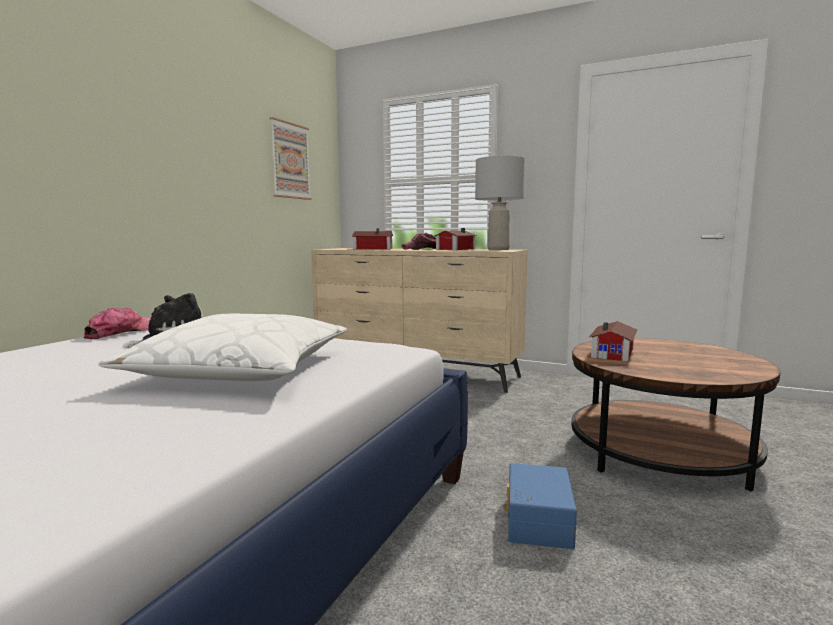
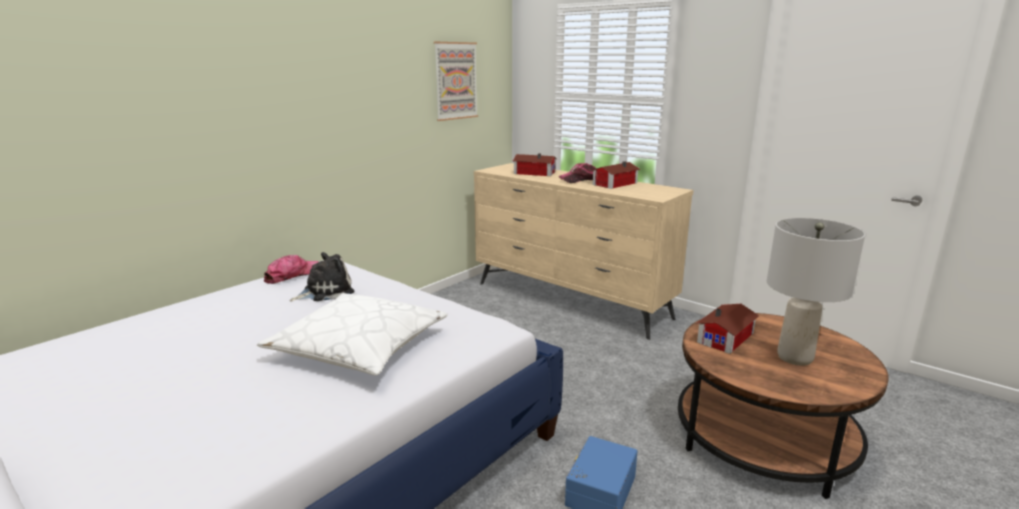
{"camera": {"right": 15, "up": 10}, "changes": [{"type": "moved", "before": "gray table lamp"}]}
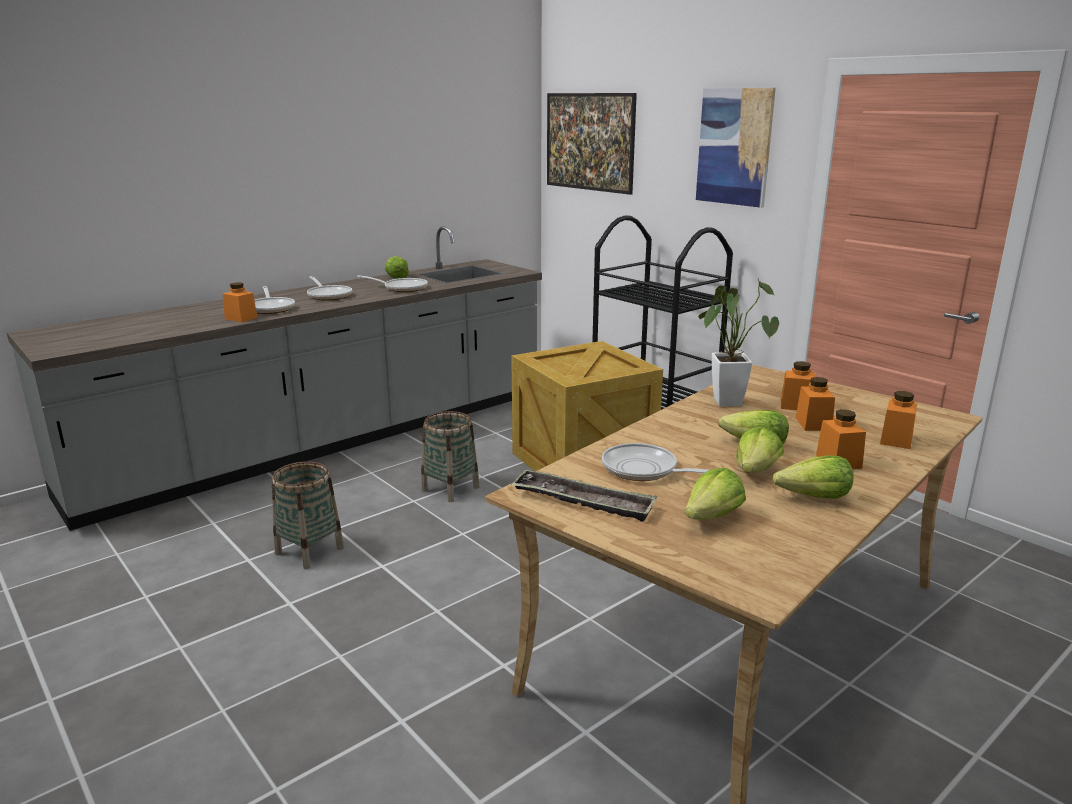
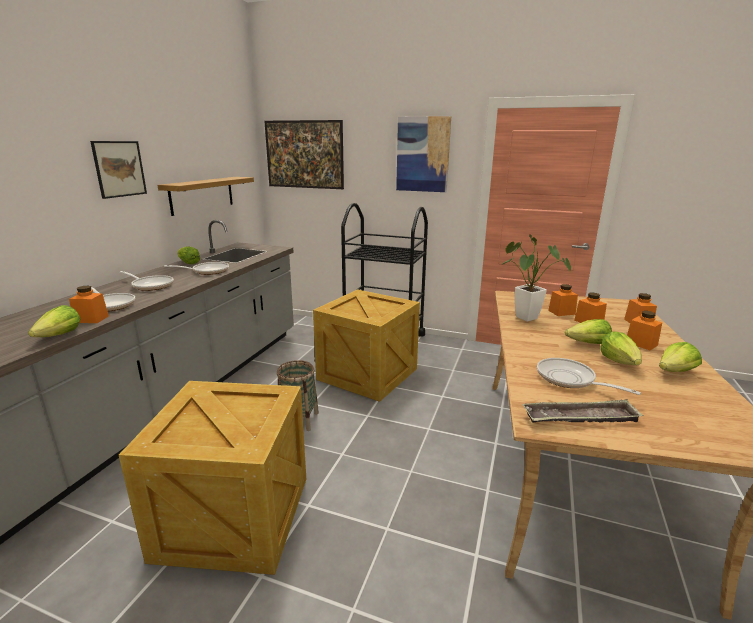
{"camera": {"right": -30, "up": 0}, "changes": [{"type": "replaced", "before": "storage basket (1st from left)", "after": "packing crate (1st from left)"}, {"type": "turned", "before": "skillet (4th from left)", "turn": 45}, {"type": "moved", "before": "head of lettuce (2nd from left in the first image)", "after": "head of lettuce (1st from left)"}, {"type": "added", "after": "wall art (1st from left)"}, {"type": "added", "after": "bracket shelf"}]}
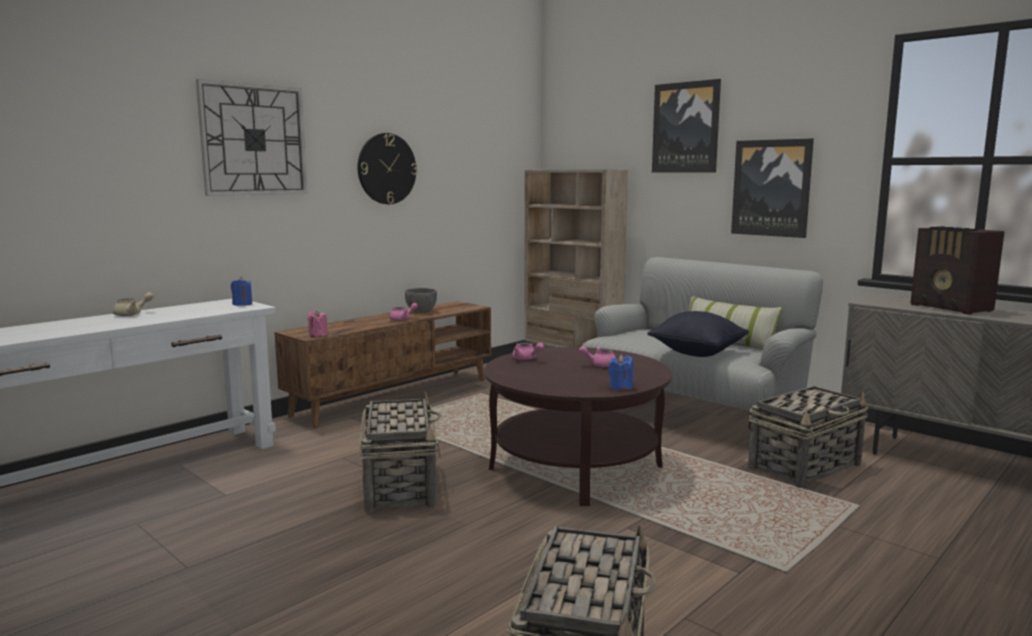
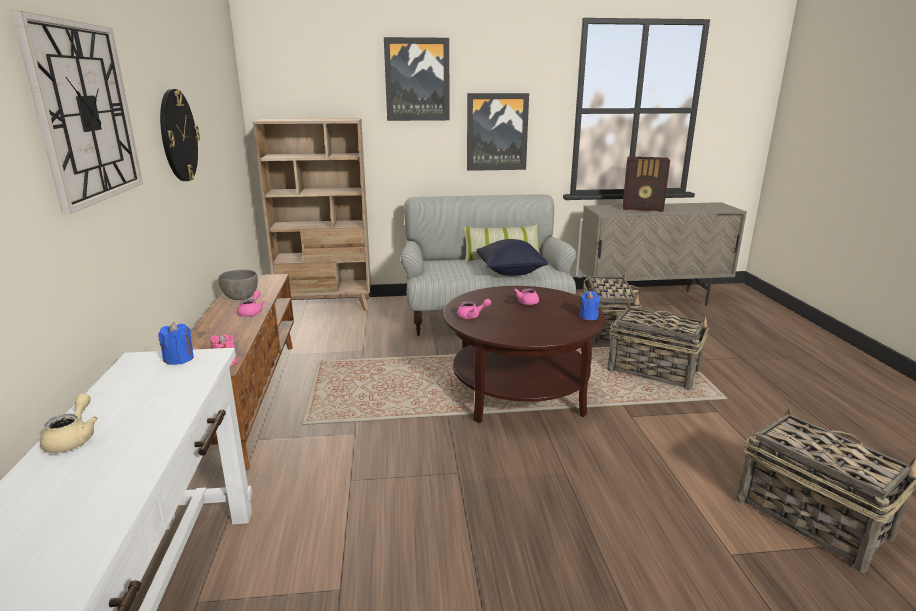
{"camera": {"right": -50, "up": 10}, "changes": [{"type": "moved", "before": "storage basket (1st from left in the first image)", "after": "storage basket (2nd from left)"}]}
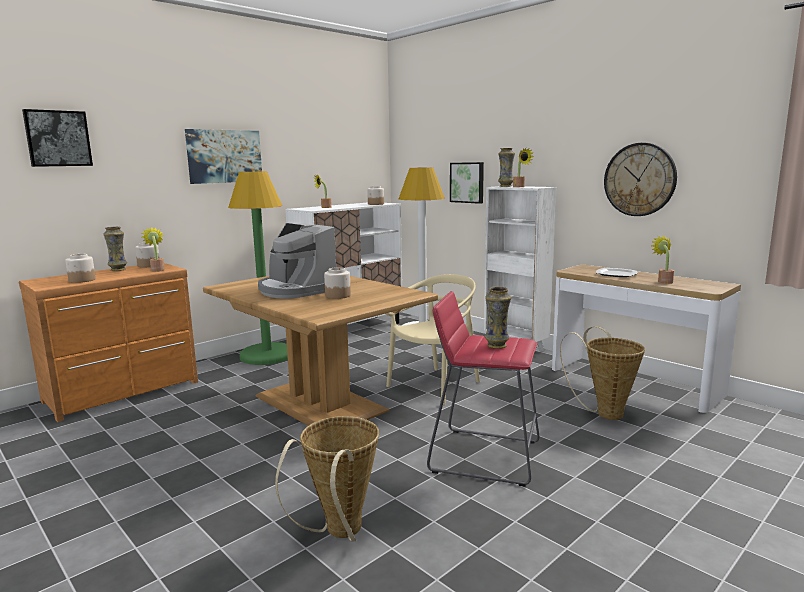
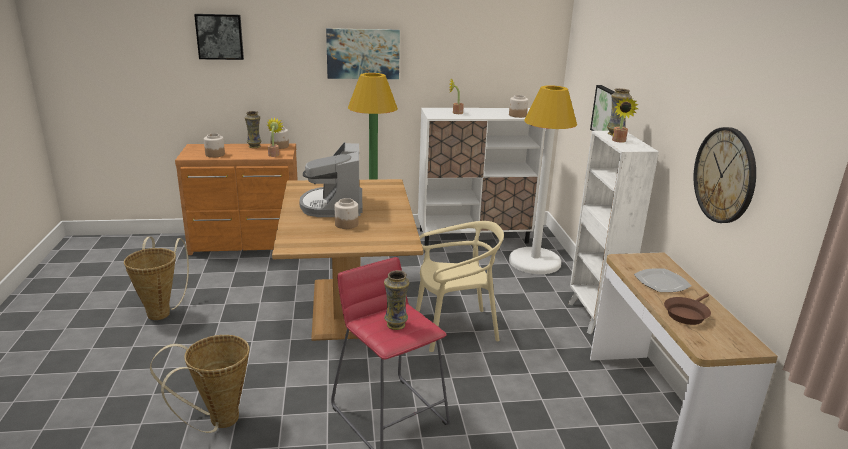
{"camera": {"right": 35, "up": 10}, "changes": [{"type": "moved", "before": "storage basket (2nd from left in the first image)", "after": "storage basket (1st from left)"}, {"type": "replaced", "before": "potted plant (4th from left)", "after": "brown skillet"}]}
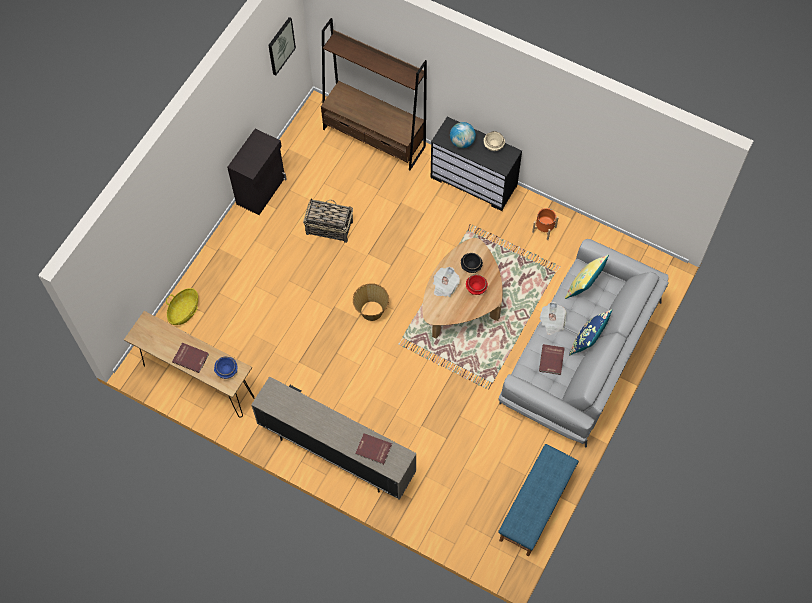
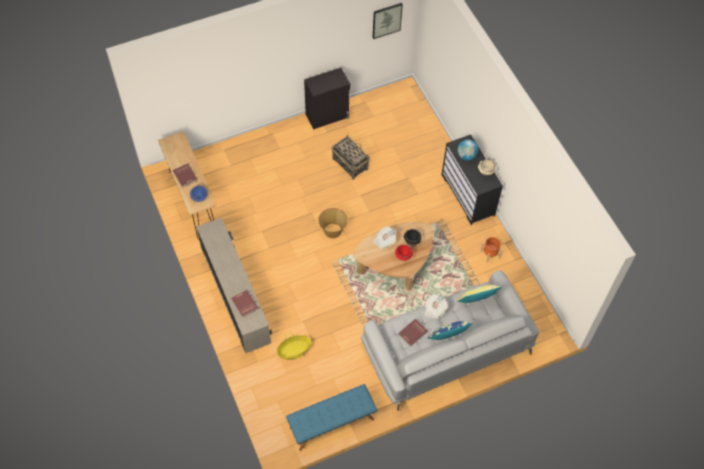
{"camera": {"right": 35, "up": -5}, "changes": [{"type": "moved", "before": "storage basket (1st from left)"}, {"type": "removed", "before": "brown shelving unit"}]}
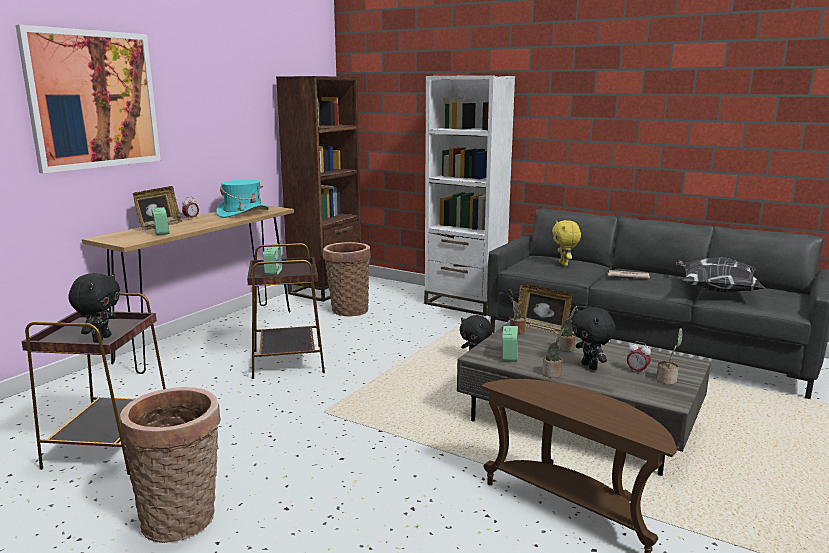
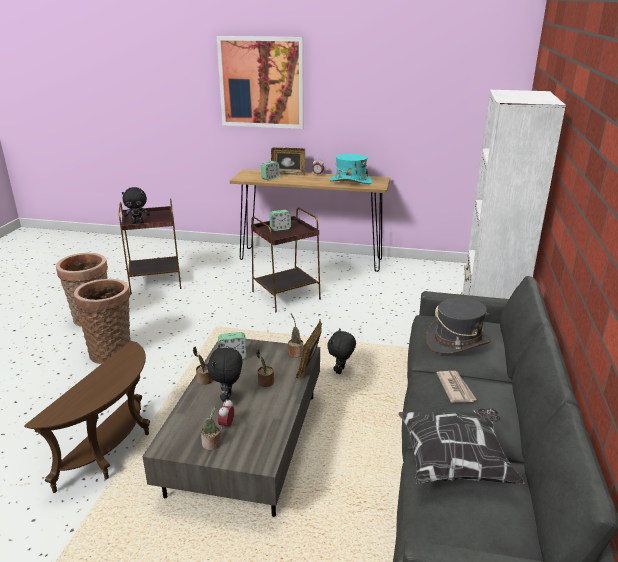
{"camera": {"right": 70, "up": 10}, "changes": [{"type": "removed", "before": "brown shelving unit"}, {"type": "moved", "before": "storage basket (2nd from left)"}, {"type": "replaced", "before": "yellowish cuddly toy", "after": "gray clothing hat"}, {"type": "turned", "before": "black cuddly toy (3rd from left in the first image)", "turn": -45}]}
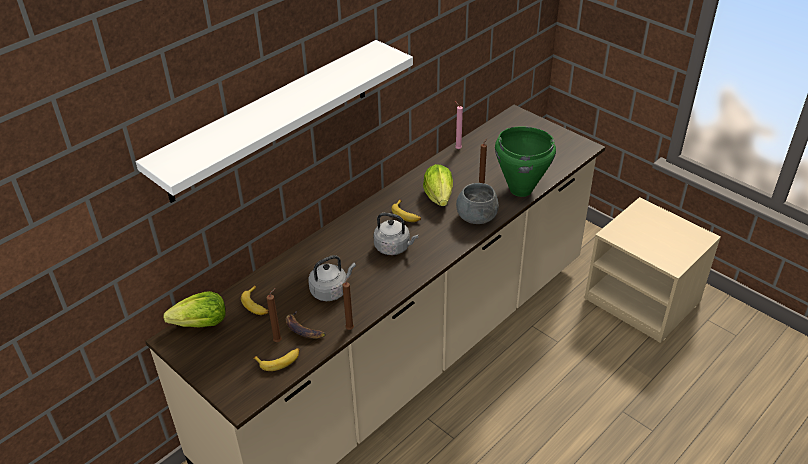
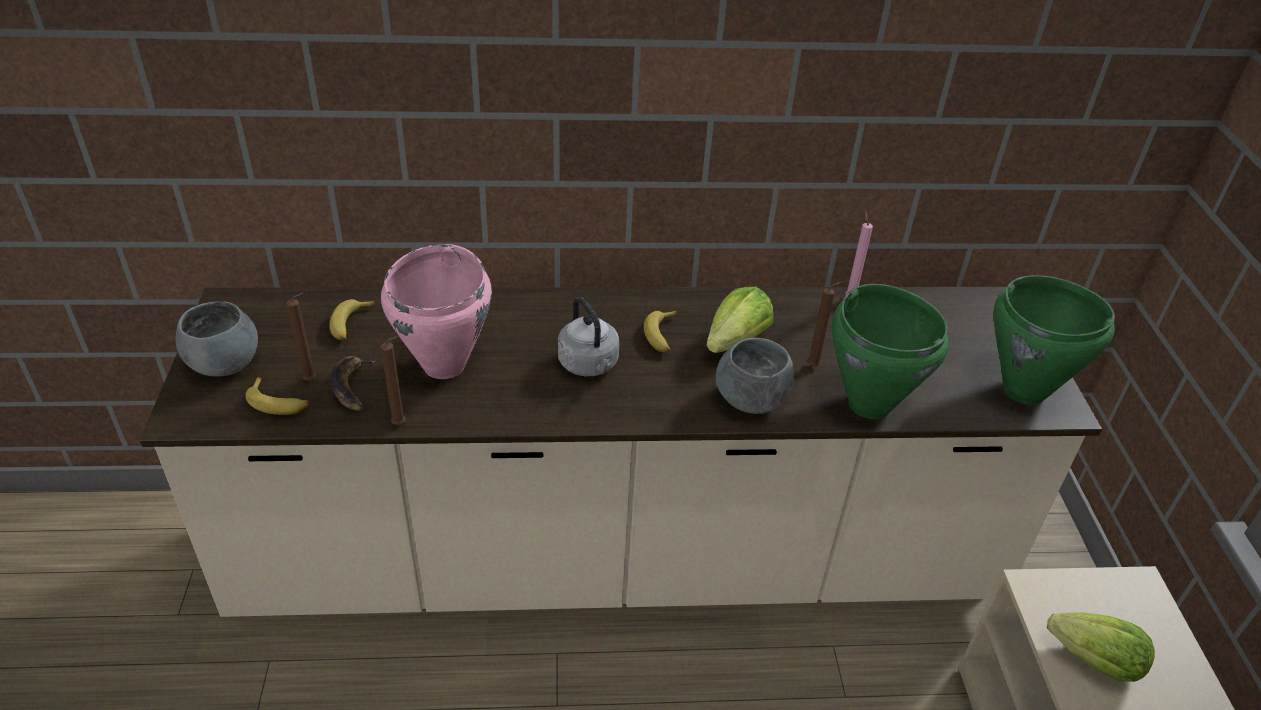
{"camera": {"right": 40, "up": 0}, "changes": [{"type": "removed", "before": "whitish bracket shelf"}, {"type": "moved", "before": "head of lettuce (1st from left in the first image)", "after": "head of lettuce (2nd from left)"}, {"type": "replaced", "before": "gray water kettle (1st from left)", "after": "pinkish stockpot"}, {"type": "added", "after": "gray serving bowl (1st from left)"}, {"type": "added", "after": "green stockpot (2nd from left)"}]}
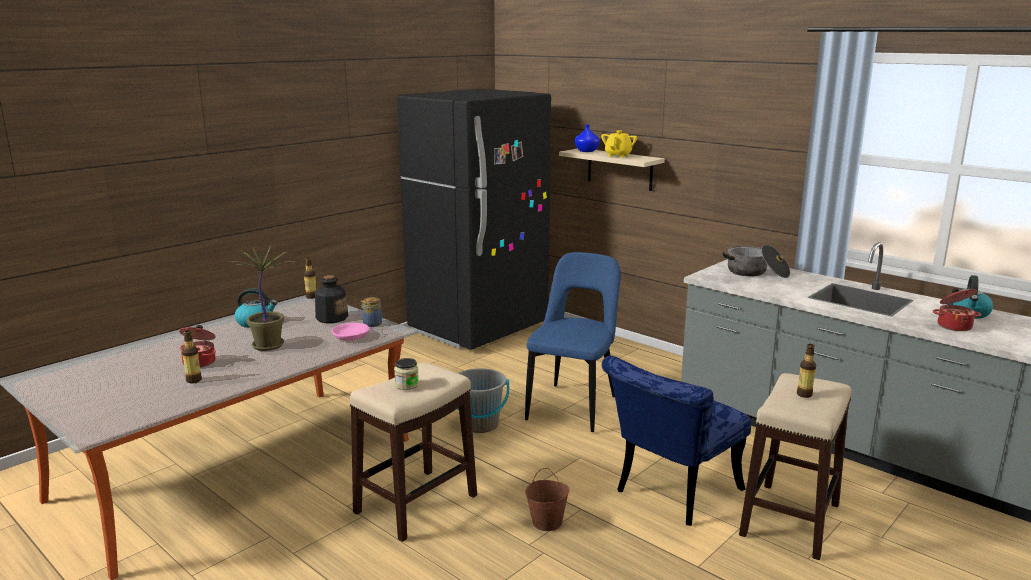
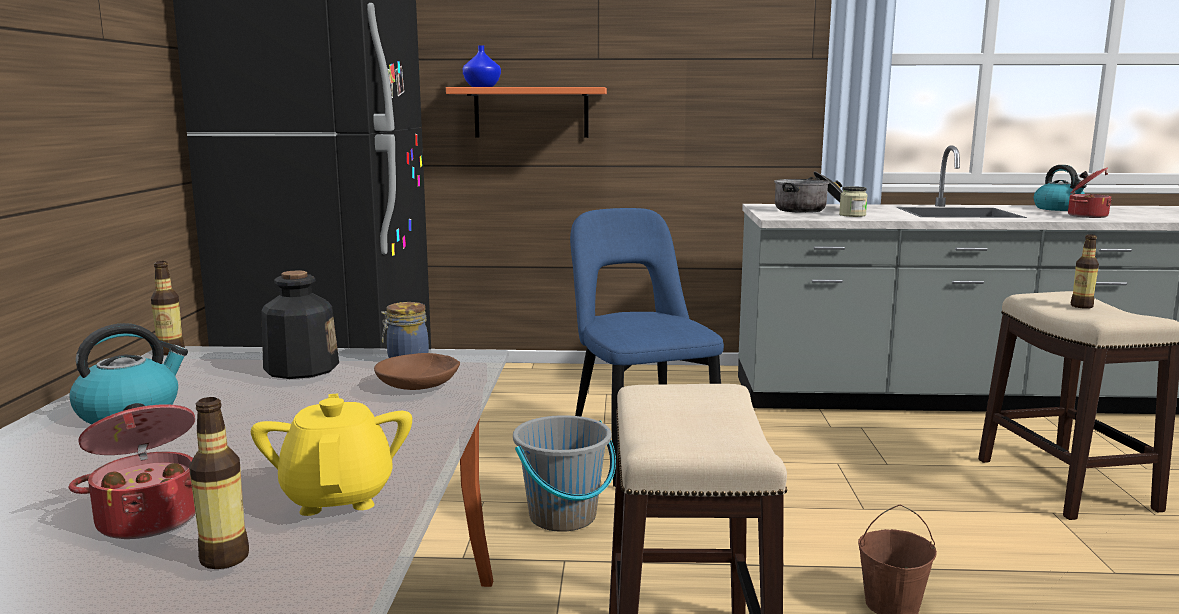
{"camera": {"right": -40, "up": -5}, "changes": [{"type": "removed", "before": "potted plant"}, {"type": "recoloured", "before": "pinkish serving bowl", "after": "brown serving bowl"}, {"type": "moved", "before": "preserve jar (2nd from left)"}, {"type": "recoloured", "before": "beige-coloured bracket shelf", "after": "orangey bracket shelf"}, {"type": "moved", "before": "yellowish tea pot"}, {"type": "removed", "before": "bluish plain chair (2nd from left)"}]}
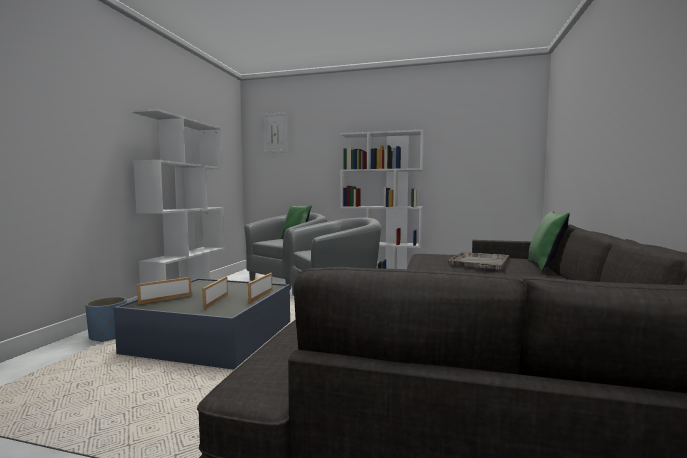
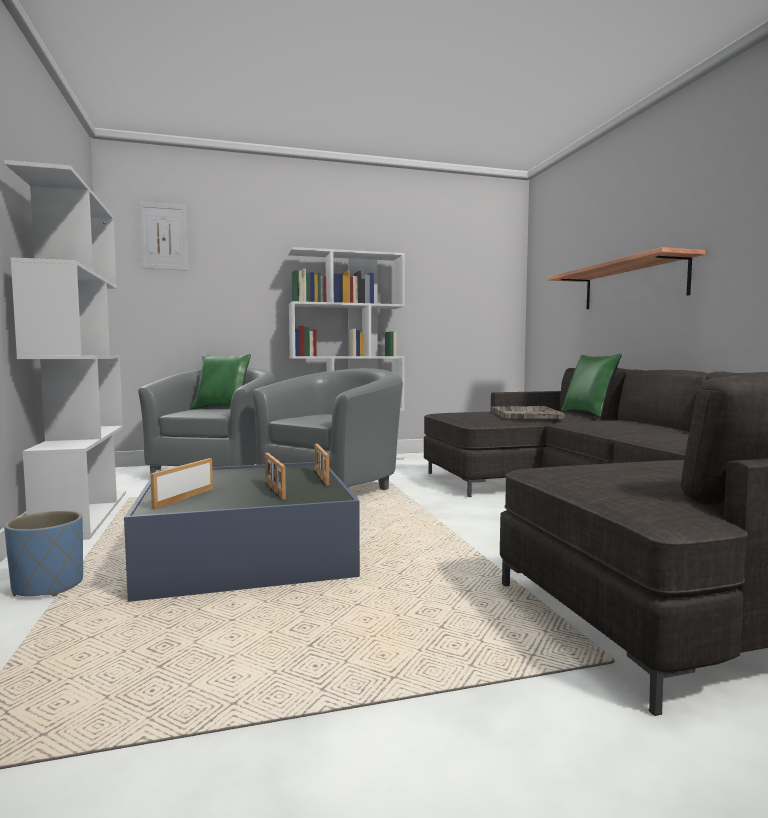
{"camera": {"right": -30, "up": 0}, "changes": [{"type": "added", "after": "bracket shelf"}]}
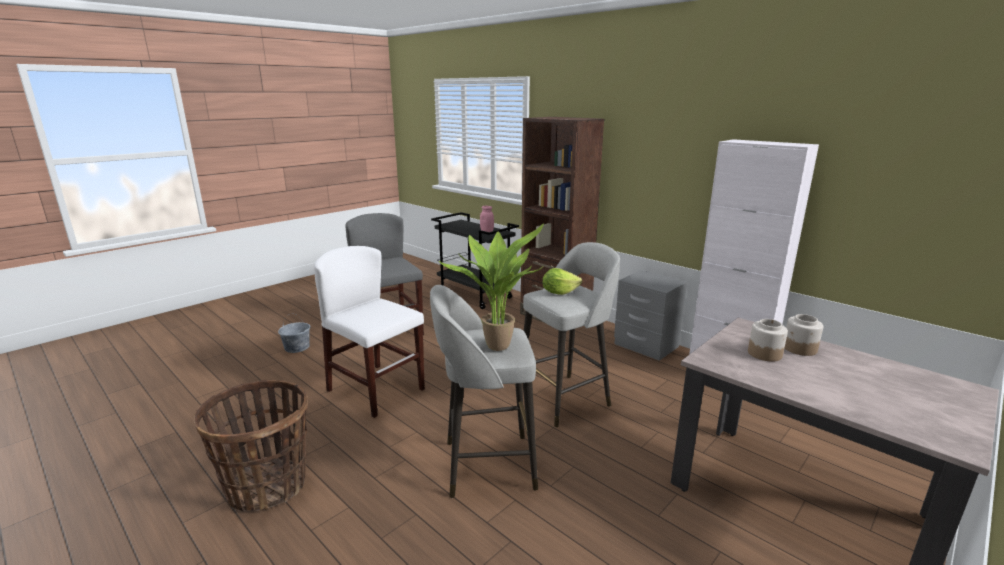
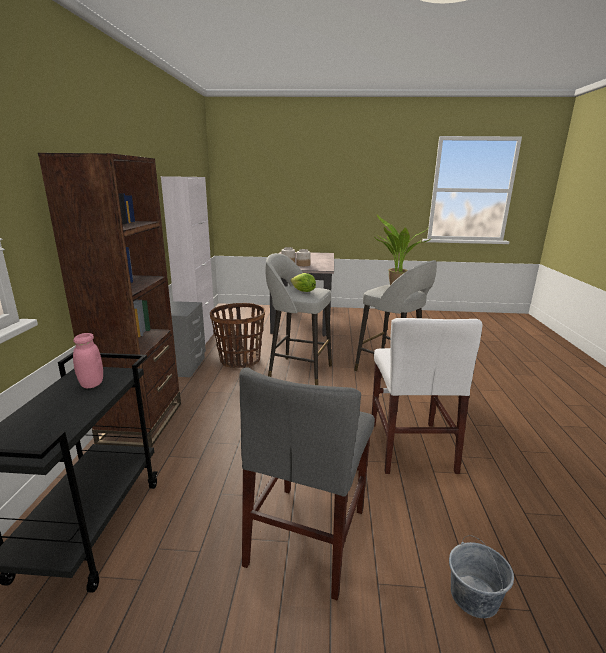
{"camera": {"right": -130, "up": 0}, "changes": [{"type": "moved", "before": "storage basket"}]}
